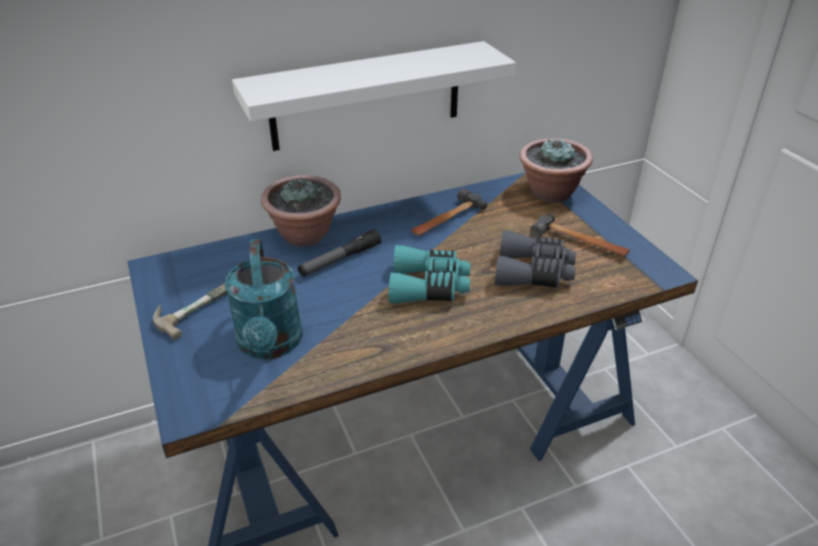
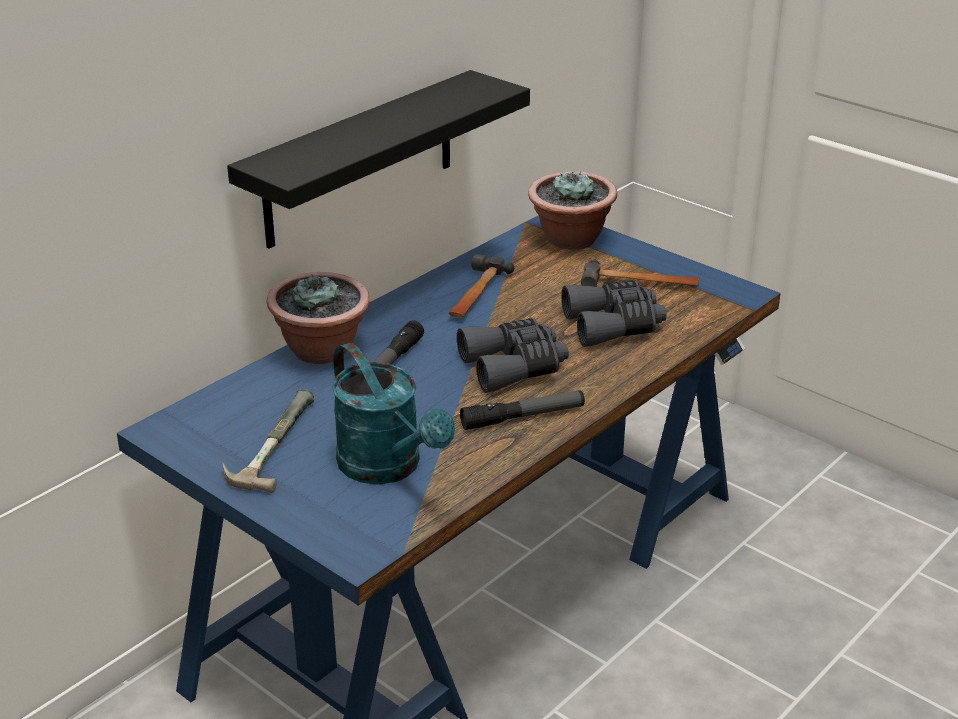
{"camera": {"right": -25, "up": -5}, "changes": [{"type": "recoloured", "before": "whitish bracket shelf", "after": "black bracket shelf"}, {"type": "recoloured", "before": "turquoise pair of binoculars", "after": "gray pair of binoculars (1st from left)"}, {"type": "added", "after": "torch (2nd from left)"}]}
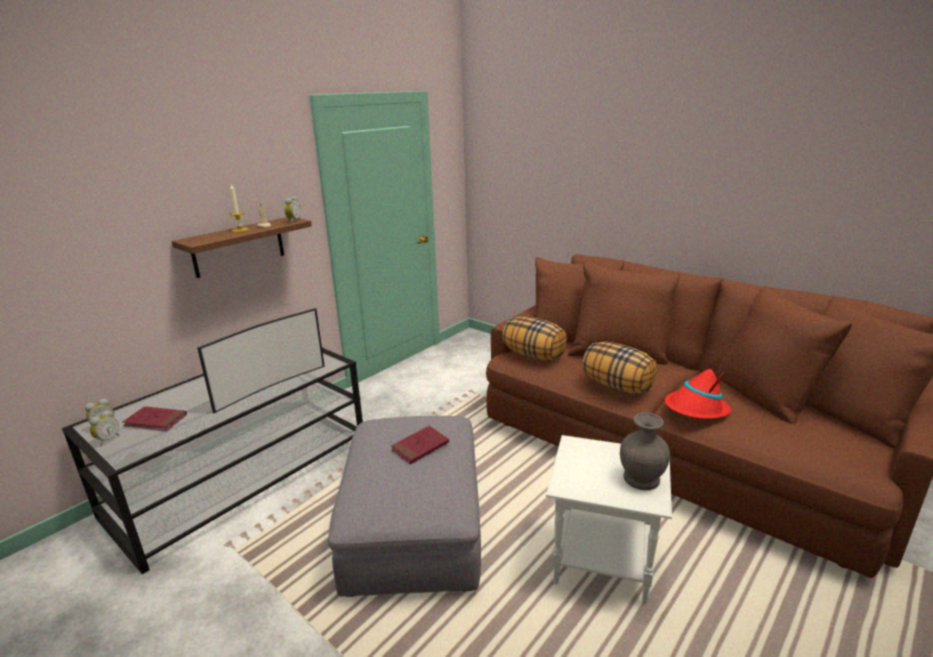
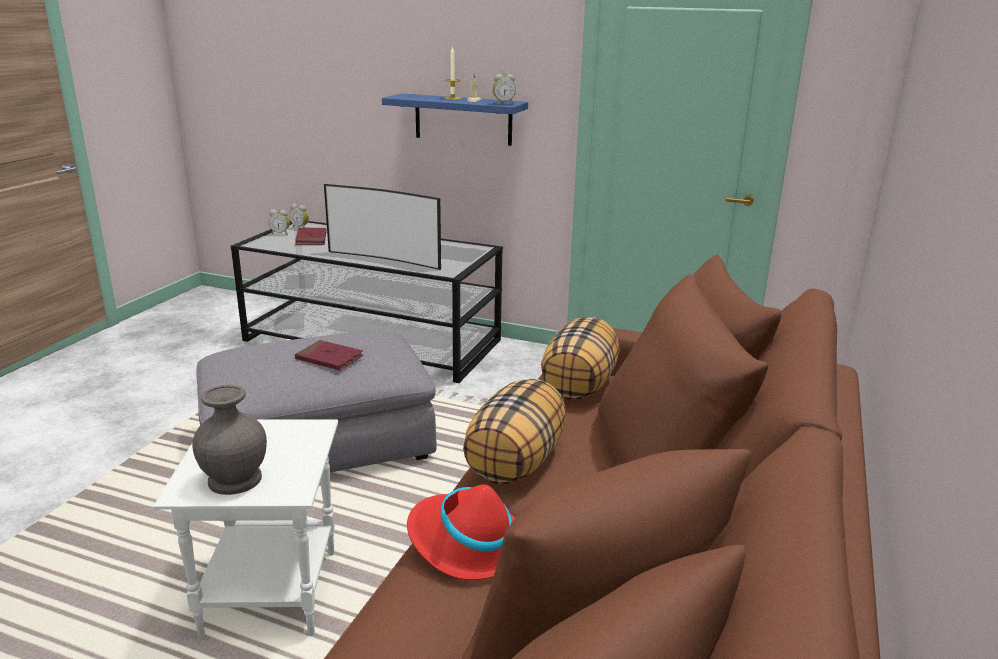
{"camera": {"right": 70, "up": 0}, "changes": [{"type": "recoloured", "before": "brown bracket shelf", "after": "bluish bracket shelf"}]}
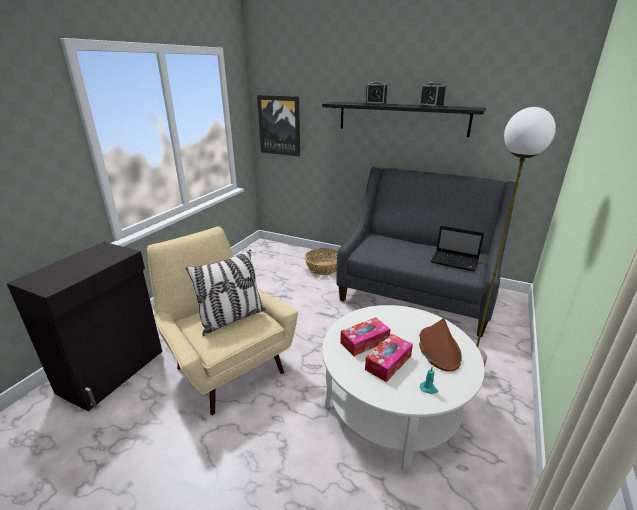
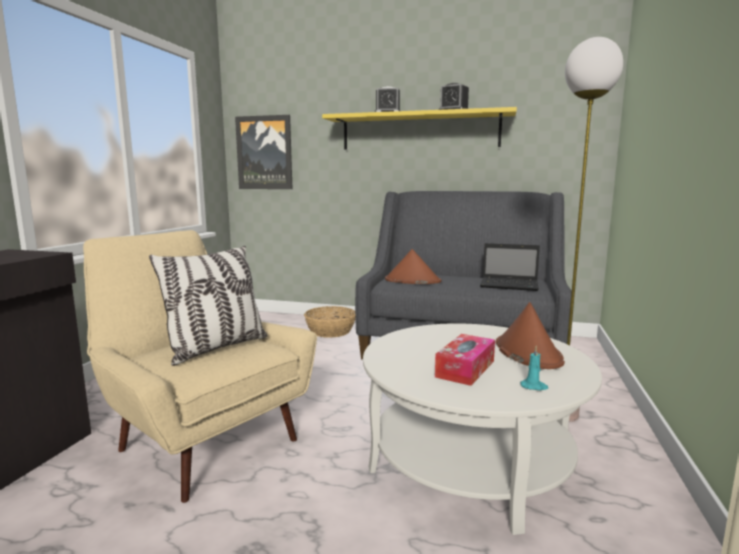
{"camera": {"right": -10, "up": -15}, "changes": [{"type": "recoloured", "before": "black bracket shelf", "after": "yellowish bracket shelf"}, {"type": "removed", "before": "tissue holder (1st from left)"}, {"type": "added", "after": "brown clothing hat (1st from left)"}]}
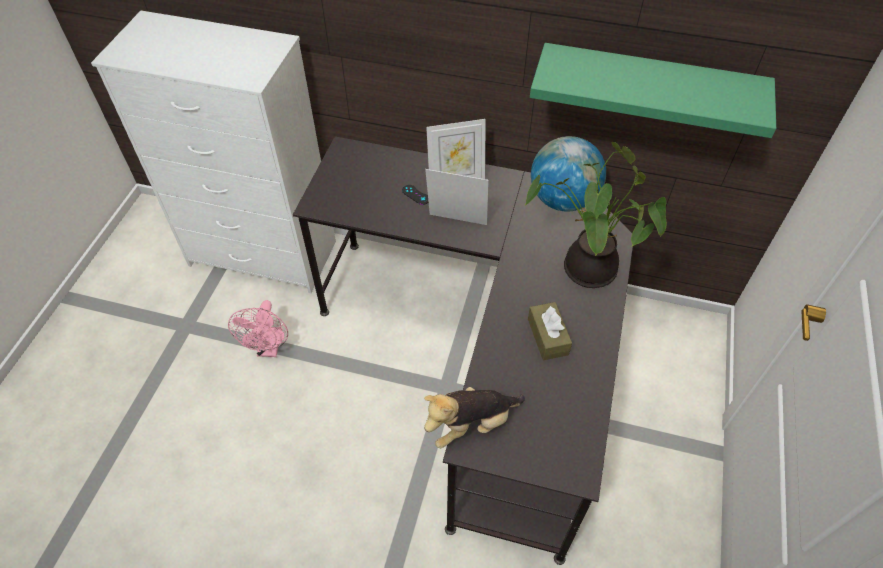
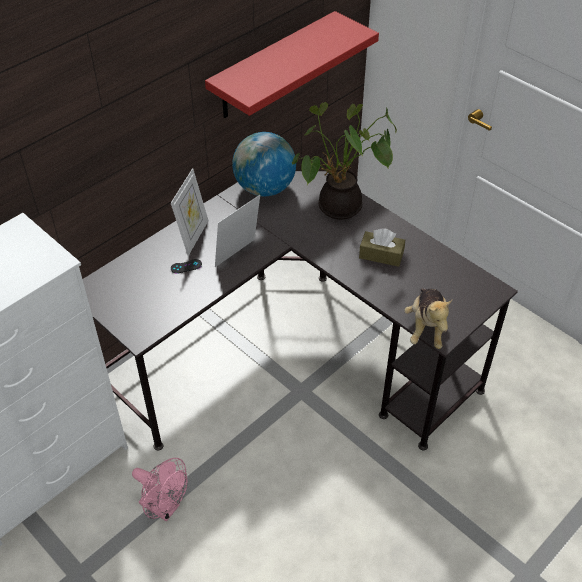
{"camera": {"right": -60, "up": -5}, "changes": [{"type": "recoloured", "before": "green bracket shelf", "after": "red bracket shelf"}]}
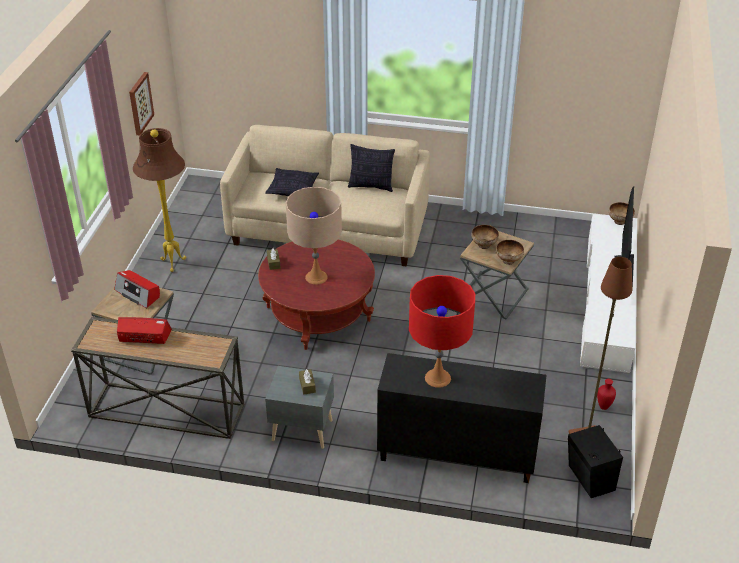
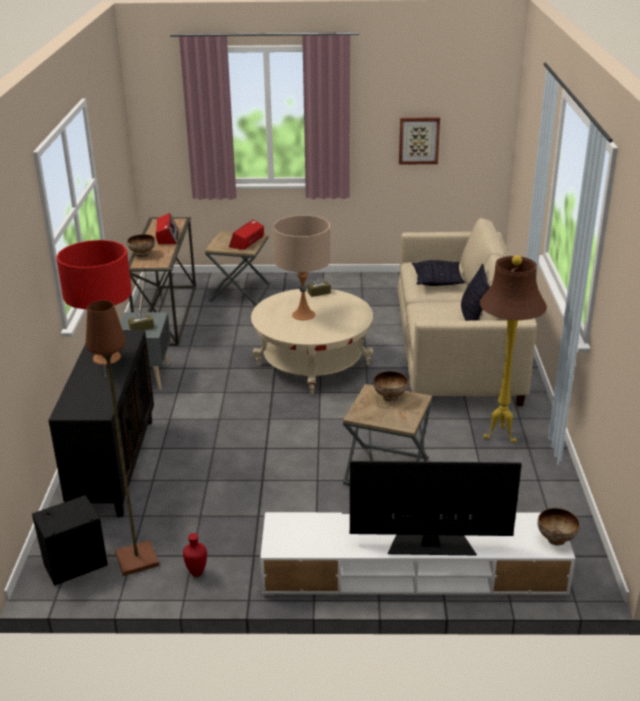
{"camera": {"right": 80, "up": -10}, "changes": [{"type": "moved", "before": "brown floor lamp (1st from left in the first image)", "after": "brown floor lamp (2nd from left)"}, {"type": "recoloured", "before": "red low table", "after": "beige-coloured low table"}, {"type": "moved", "before": "serving bowl (2nd from left in the first image)", "after": "serving bowl (1st from left)"}]}
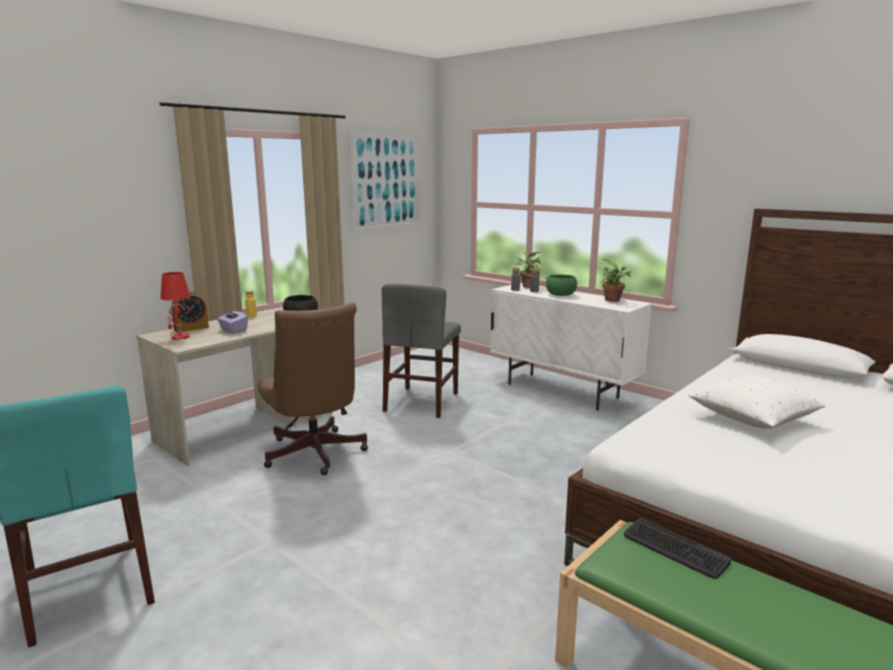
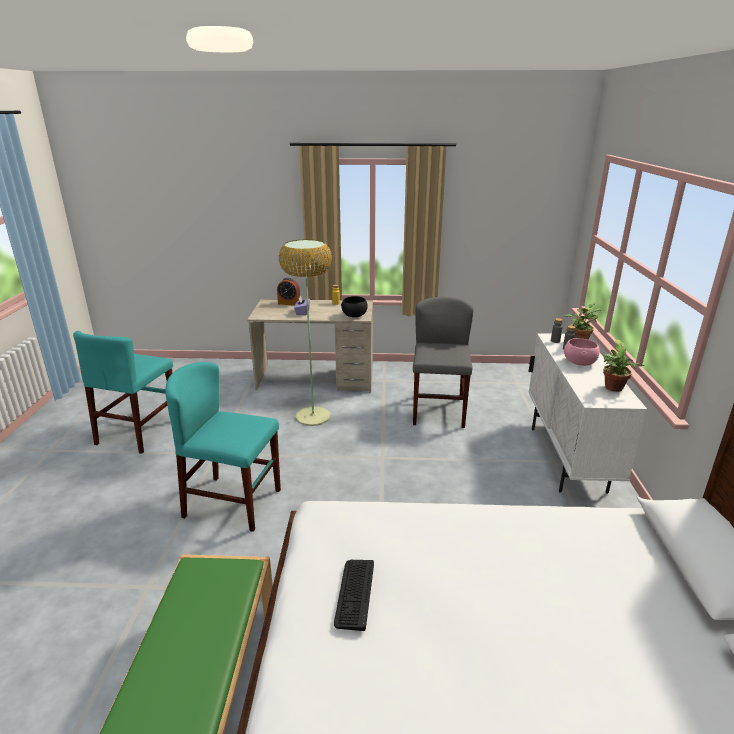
{"camera": {"right": 50, "up": 10}, "changes": [{"type": "removed", "before": "red table lamp"}, {"type": "replaced", "before": "brown desk chair", "after": "floor lamp"}, {"type": "removed", "before": "wall art"}, {"type": "turned", "before": "gray plain chair", "turn": 120}, {"type": "recoloured", "before": "green serving bowl", "after": "pinkish serving bowl"}, {"type": "moved", "before": "computer keyboard"}, {"type": "removed", "before": "whitish pillow"}, {"type": "added", "after": "turquoise plain chair (2nd from left)"}]}
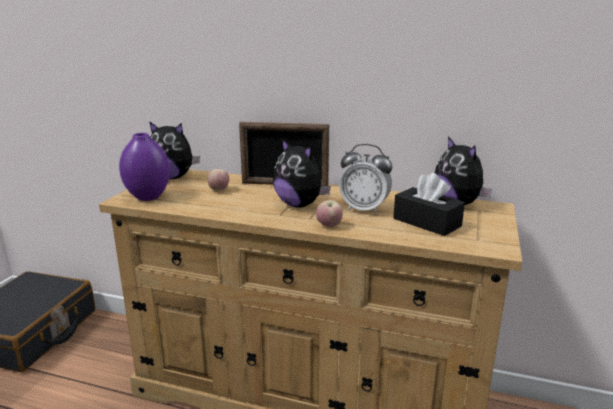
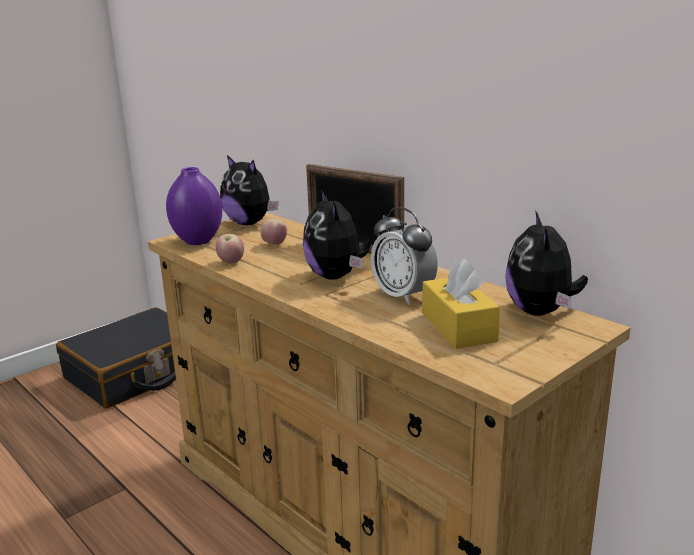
{"camera": {"right": 30, "up": 0}, "changes": [{"type": "moved", "before": "apple (2nd from left in the first image)", "after": "apple (1st from left)"}, {"type": "recoloured", "before": "black tissue holder", "after": "yellowish tissue holder"}]}
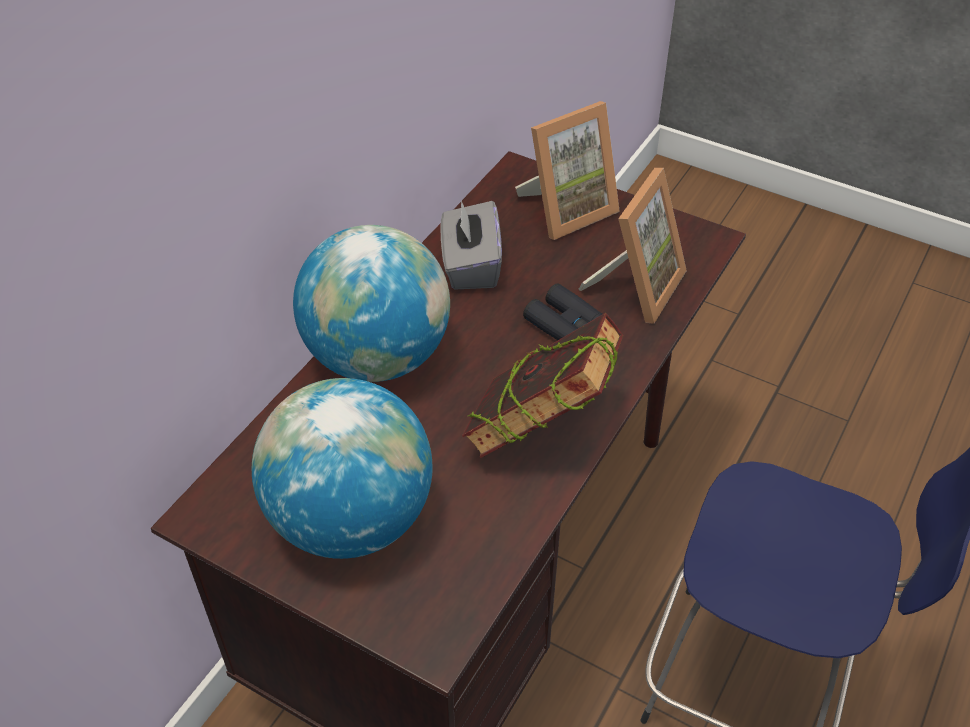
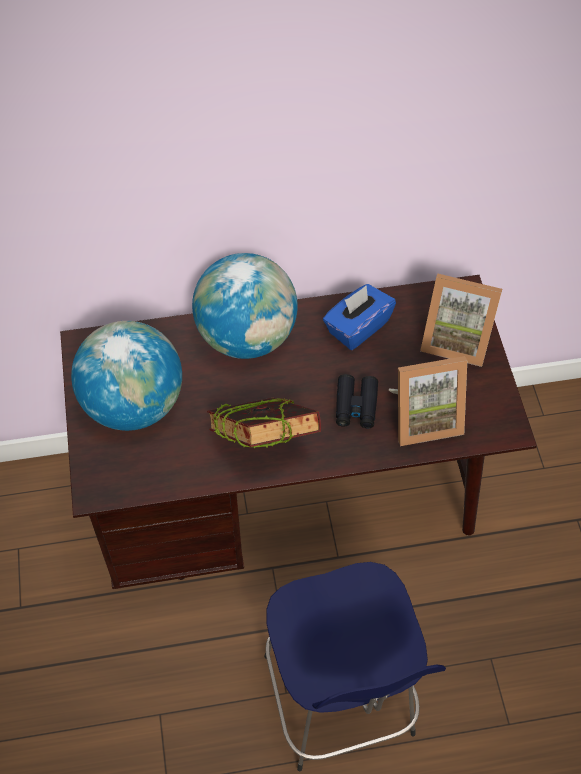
{"camera": {"right": 50, "up": 10}, "changes": [{"type": "recoloured", "before": "gray tissue holder", "after": "bluish tissue holder"}]}
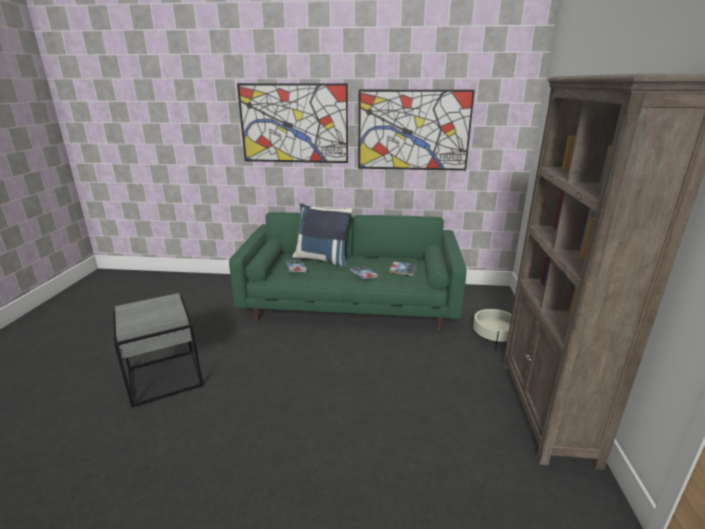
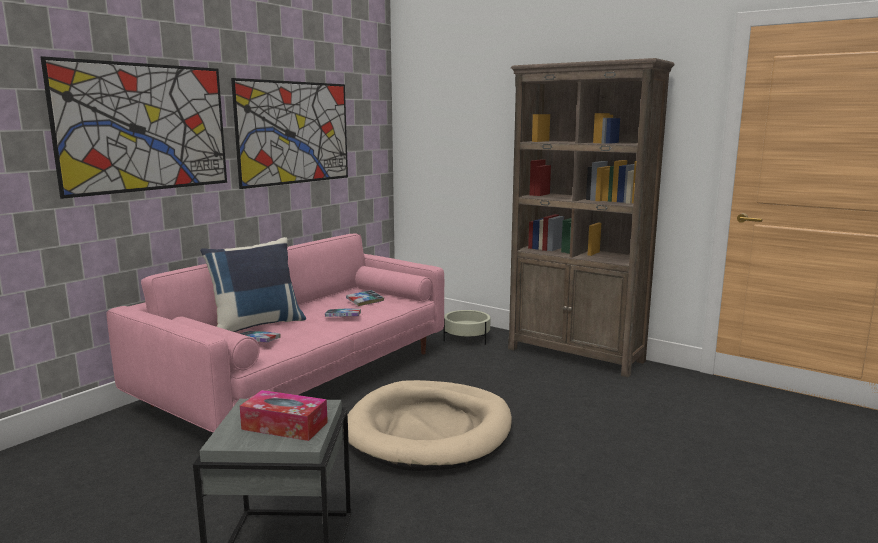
{"camera": {"right": -60, "up": -10}, "changes": [{"type": "recoloured", "before": "green settee", "after": "pinkish settee"}, {"type": "added", "after": "tissue holder"}, {"type": "added", "after": "beige-coloured dog cushion"}]}
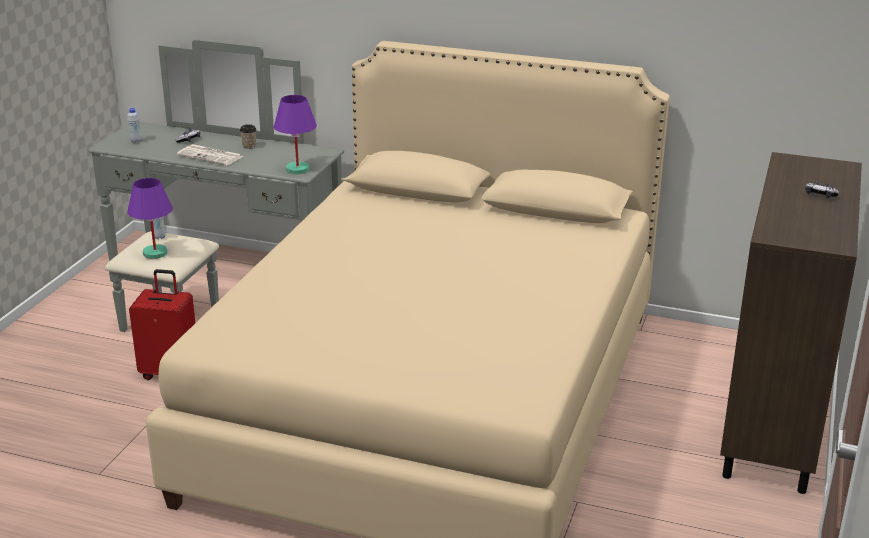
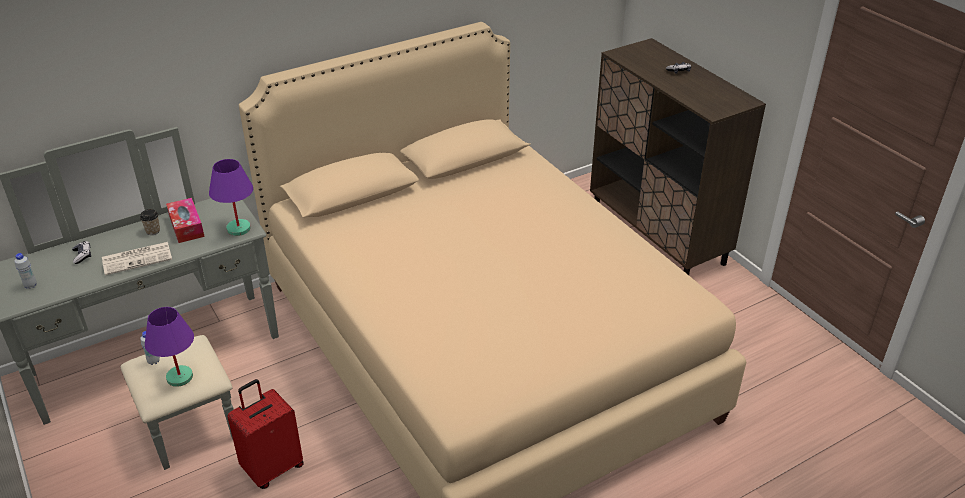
{"camera": {"right": -50, "up": 10}, "changes": [{"type": "added", "after": "tissue holder"}]}
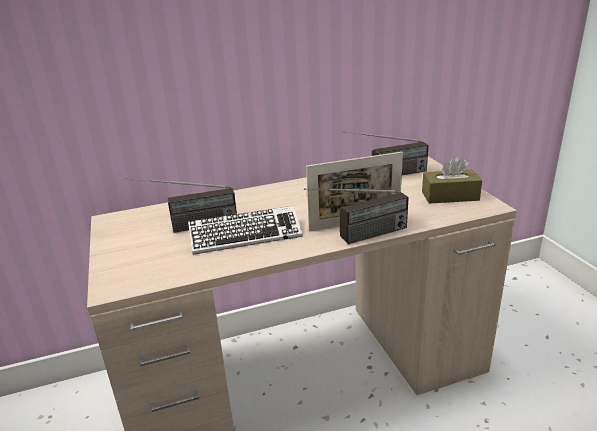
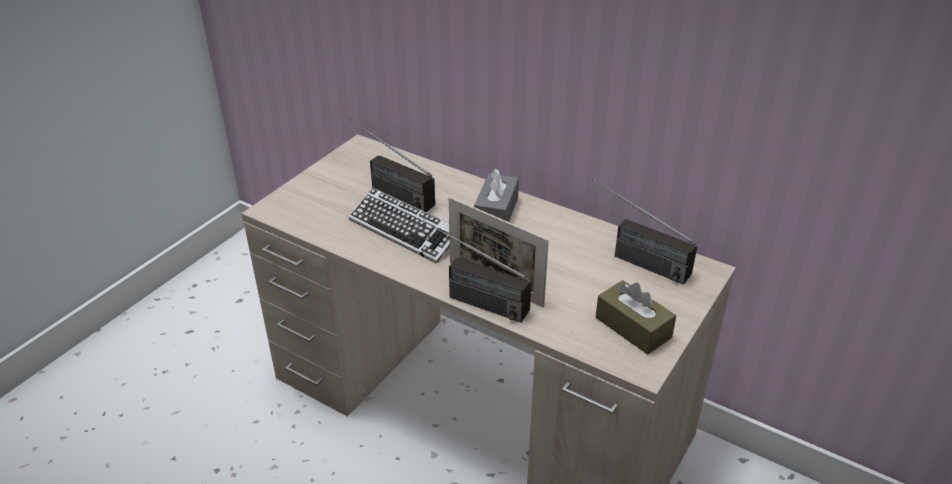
{"camera": {"right": 50, "up": 10}, "changes": [{"type": "added", "after": "gray tissue holder"}]}
